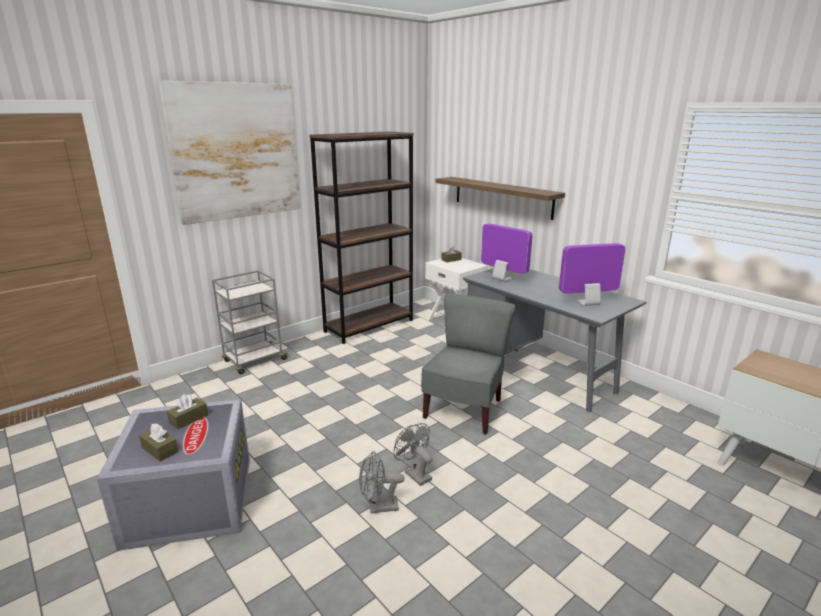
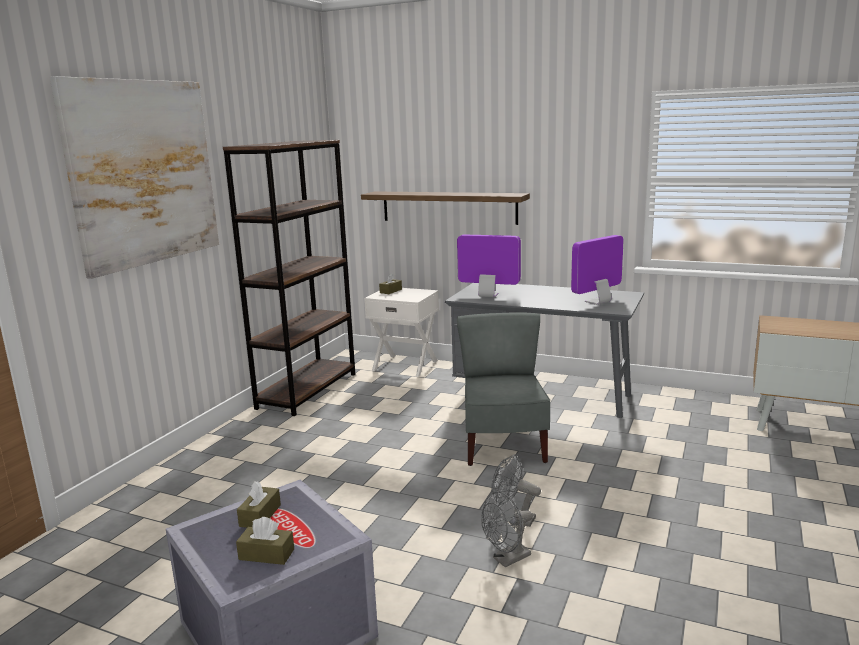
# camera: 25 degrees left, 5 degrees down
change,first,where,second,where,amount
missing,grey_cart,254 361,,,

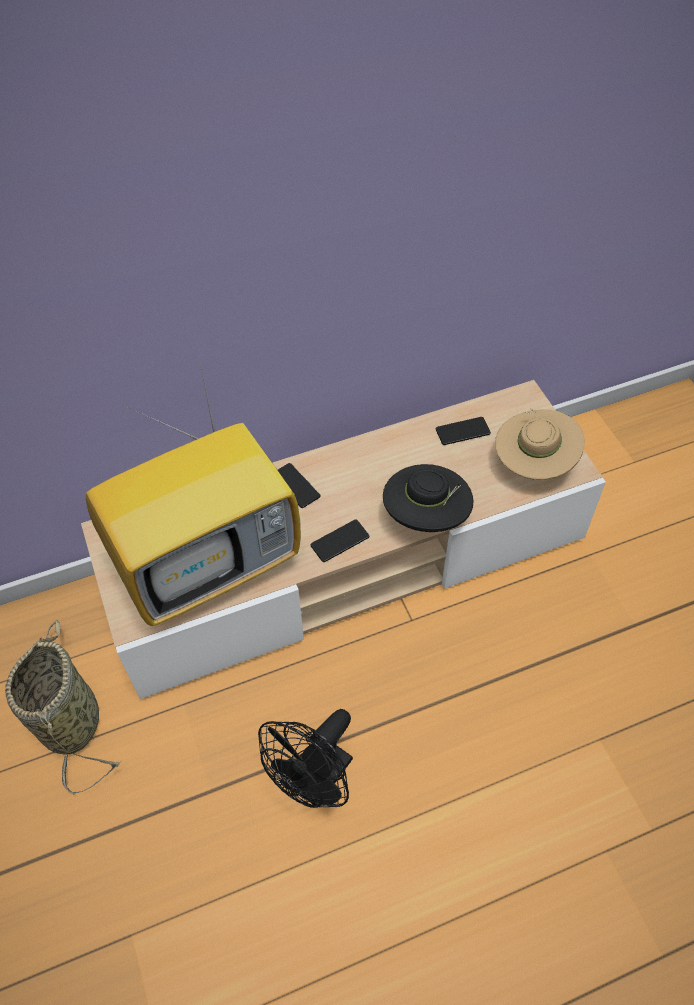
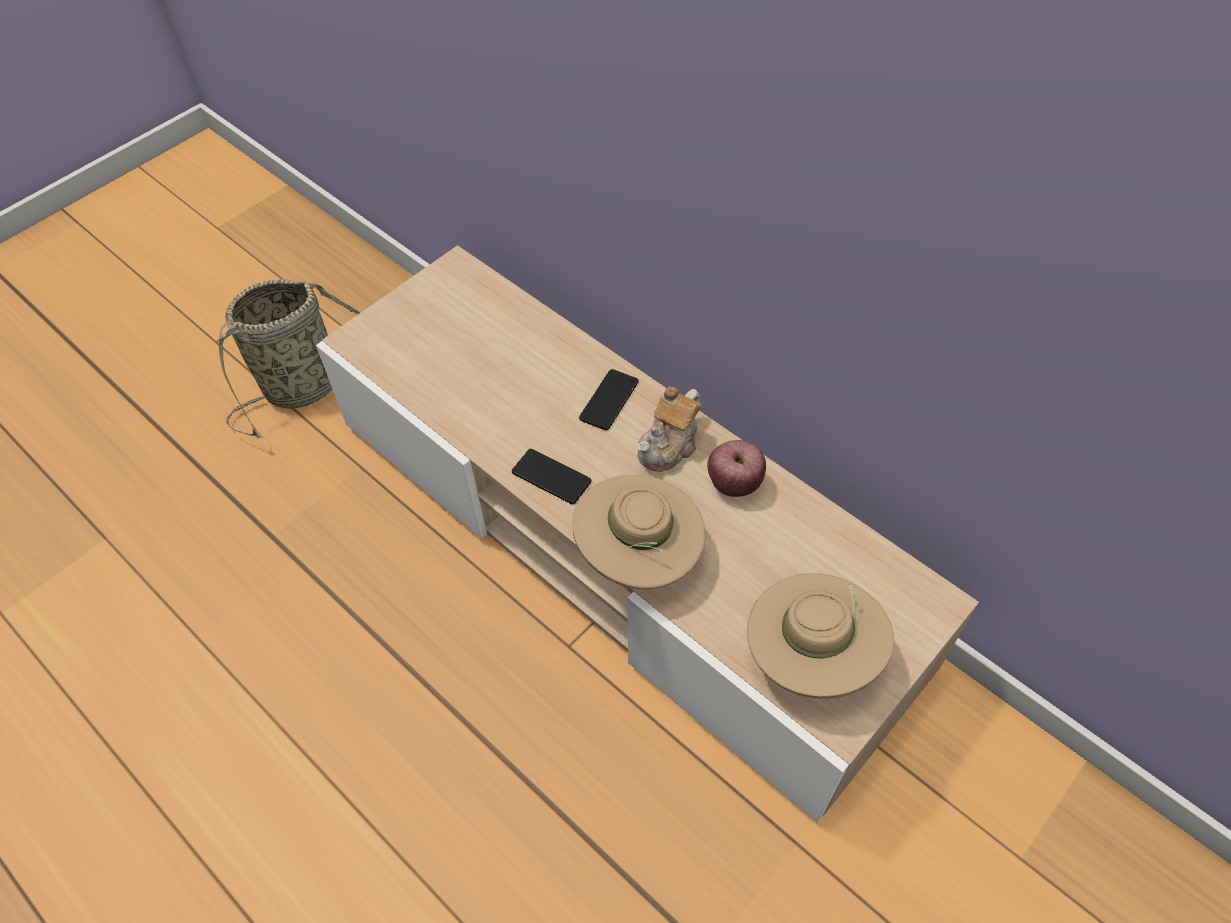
# camera: 65 degrees right, 0 degrees up
change,first,where,second,where,amount
missing,television,210 561,,,
missing,black_fan,315 783,,,
colour,black_hat,426 517,beige_hat,639 555,
missing,phone,462 431,,,
appeared,,,teapot,669 445,
appeared,,,apple,734 483,

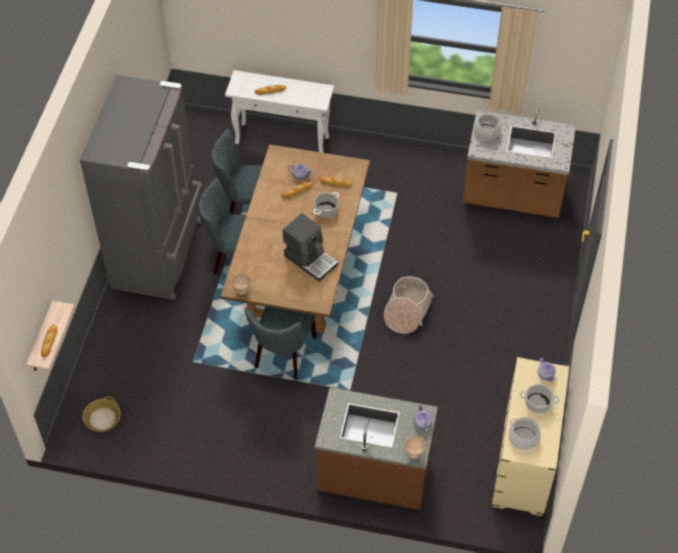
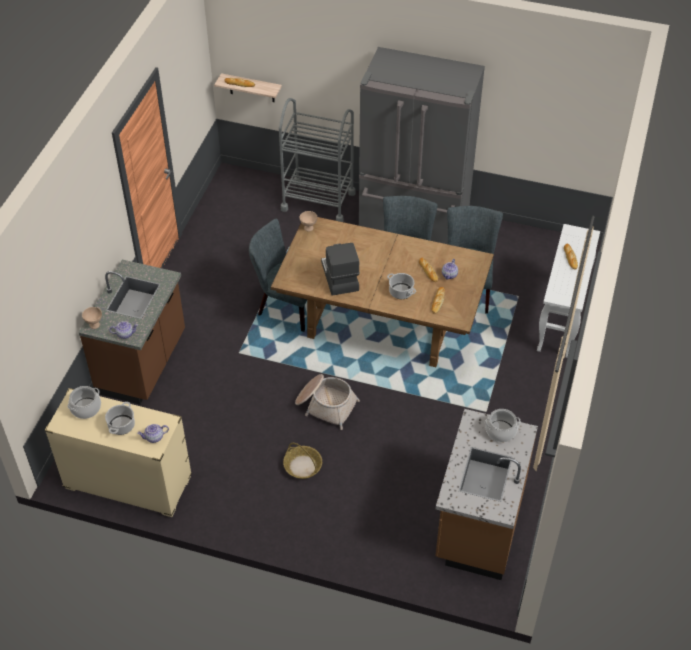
# camera: 95 degrees right, 5 degrees down
change,first,where,second,where,amount
relocated,basket,102 419,,302 466,
spun,coffee_machine,310 259,,339 277,120 degrees clockwise
appeared,,,grey_cart,318 201,

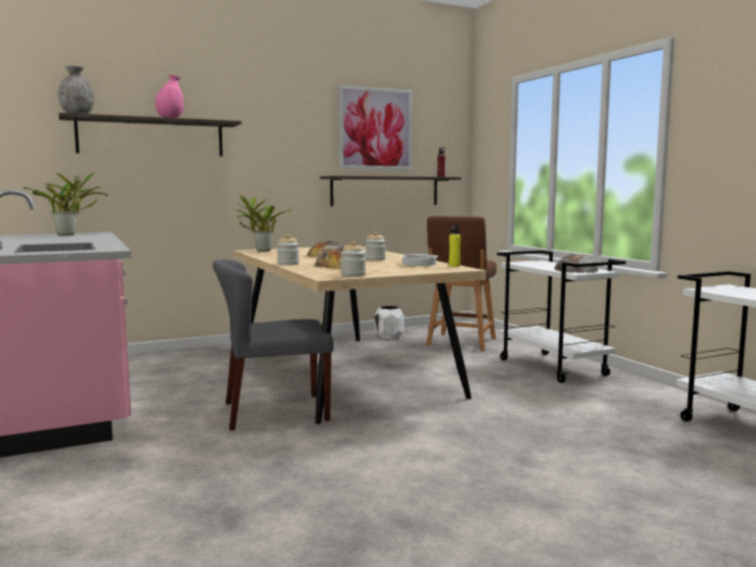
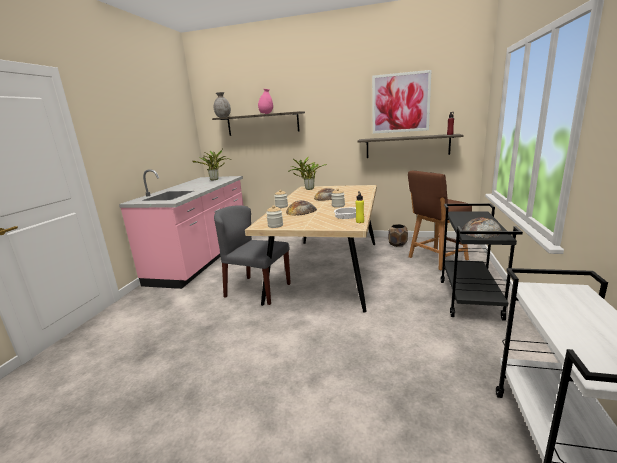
# camera: 40 degrees right, 10 degrees up
change,first,where,second,where,amount
colour,white_planter,389 336,brown_planter,397 244,
colour,white_cart,554 367,black_cart,470 299,

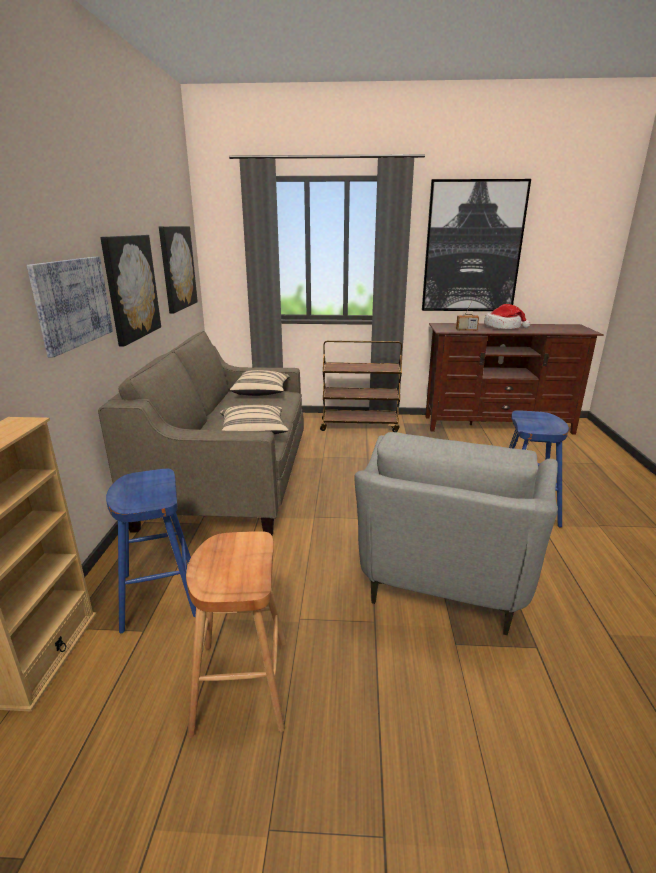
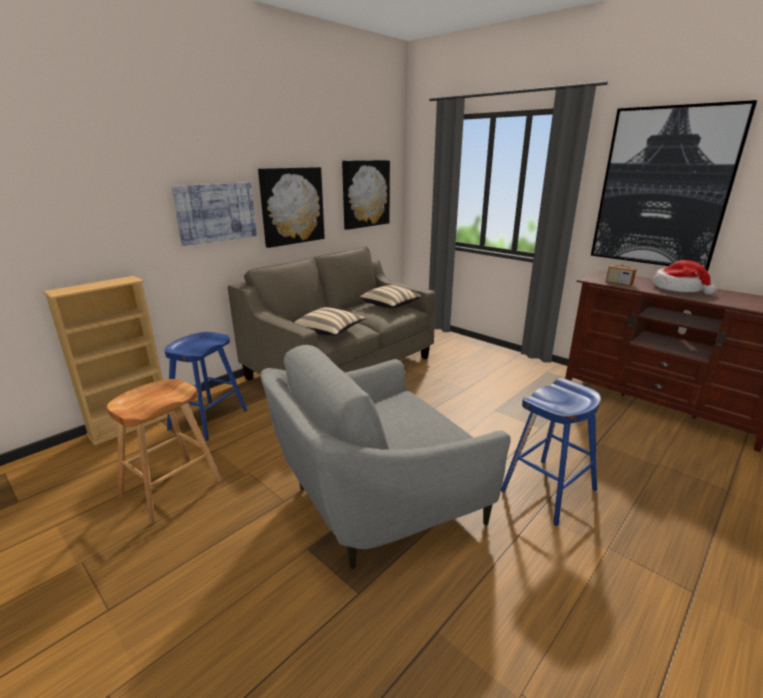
# camera: 40 degrees right, 0 degrees up
change,first,where,second,where,amount
missing,brown_cart,360 425,,,

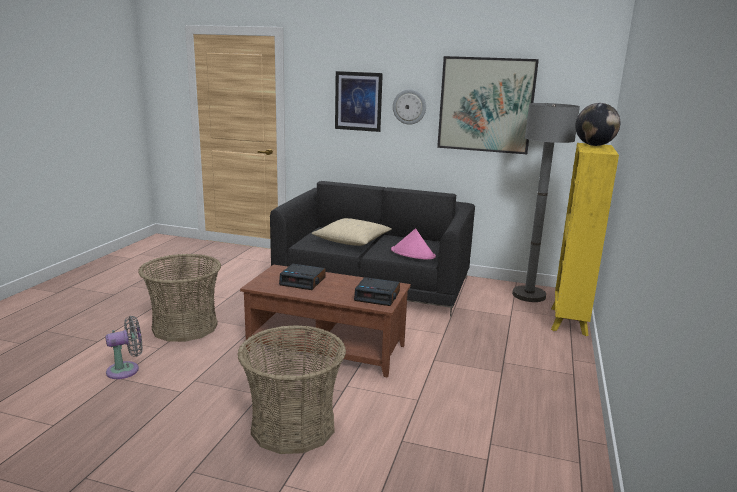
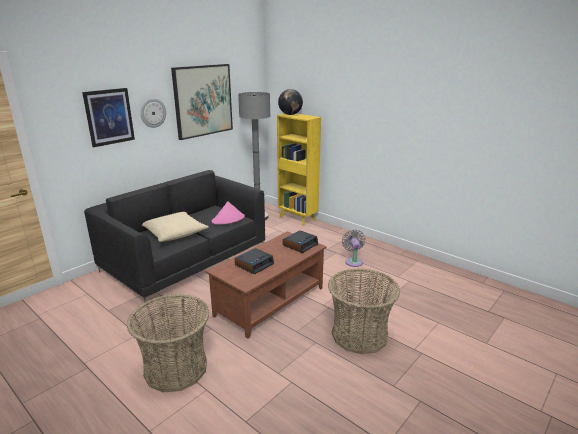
# camera: 65 degrees left, 5 degrees up
change,first,where,second,where,amount
relocated,grey_fan,126 370,,353 261,

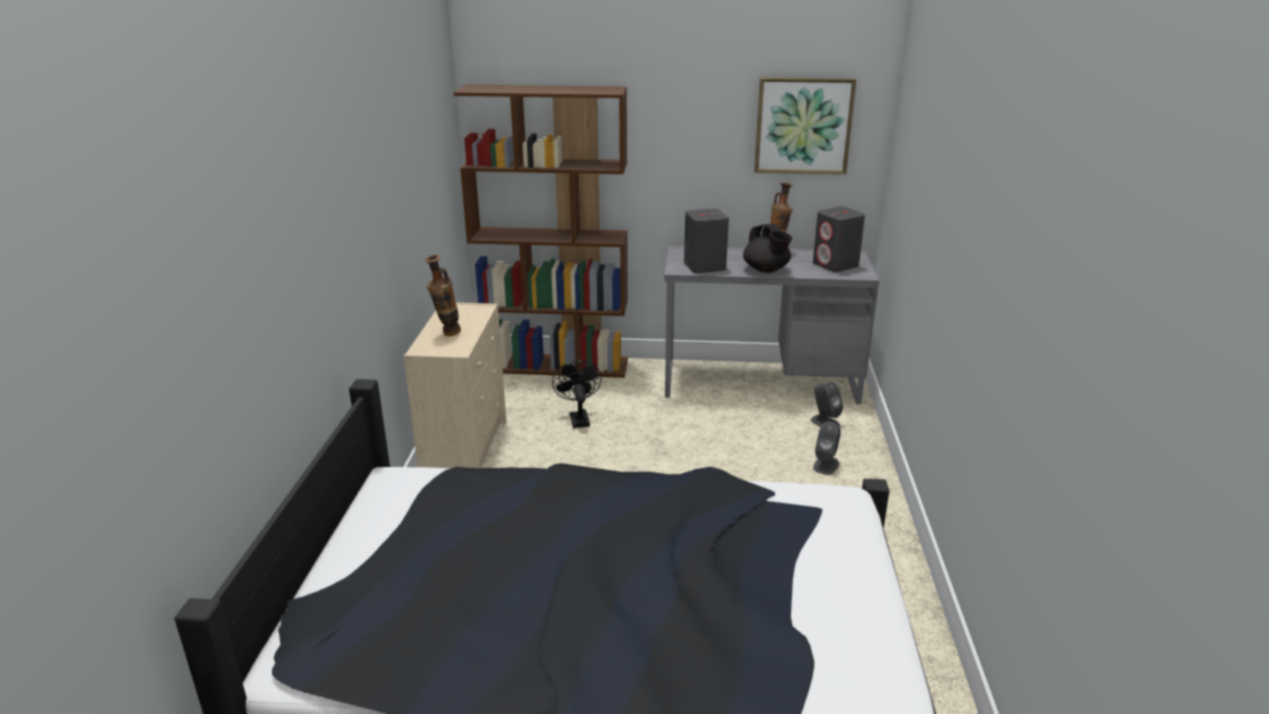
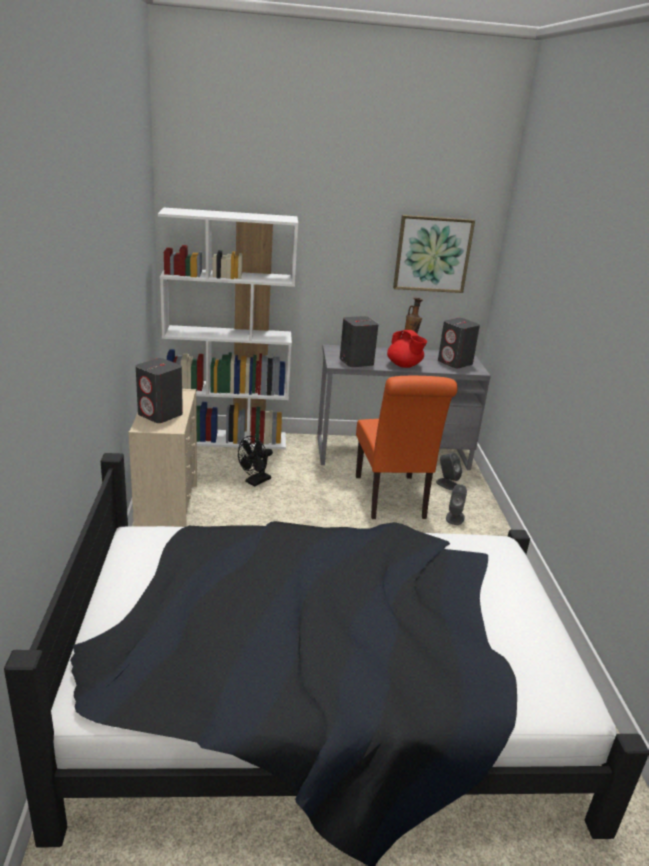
# camera: 10 degrees left, 0 degrees up
change,first,where,second,where,amount
exchanged,vase,447 334,grey_speaker,160 414,
colour,brown_bookcase,555 365,white_bookcase,227 439,
spun,black_fan,578 418,,255 482,120 degrees counterclockwise
colour,black_teapot,766 270,red_teapot,404 365,
appeared,,,orange_chair,392 500,

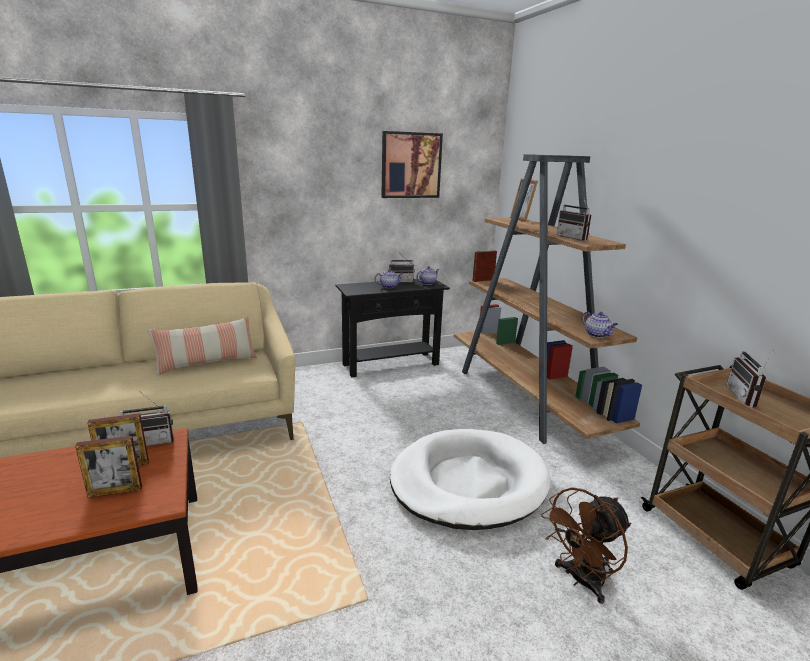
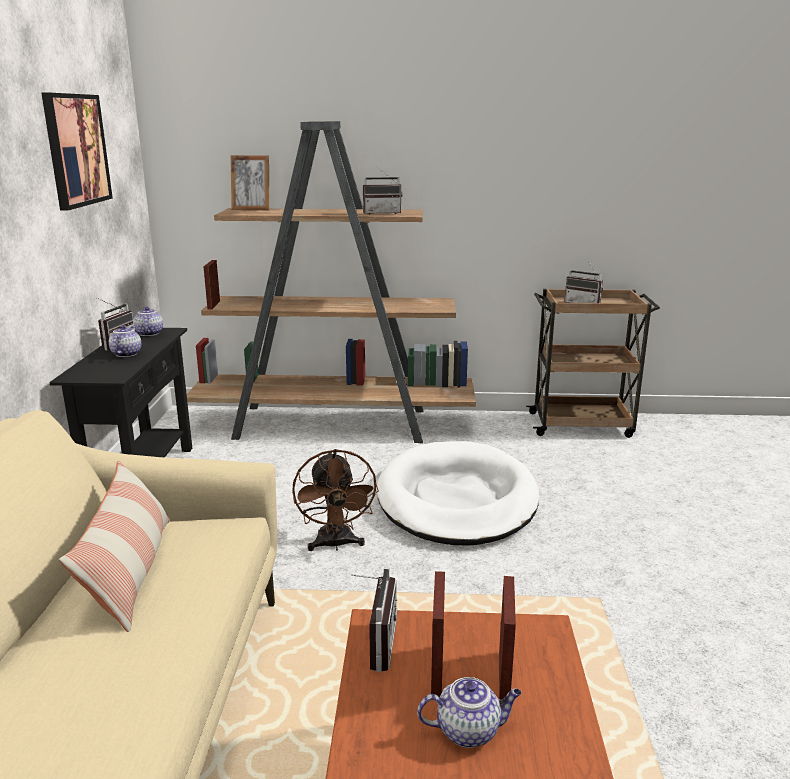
# camera: 65 degrees left, 0 degrees up
change,first,where,second,where,amount
relocated,brown_fan,580 580,,335 544,
relocated,teapot,597 335,,469 730,

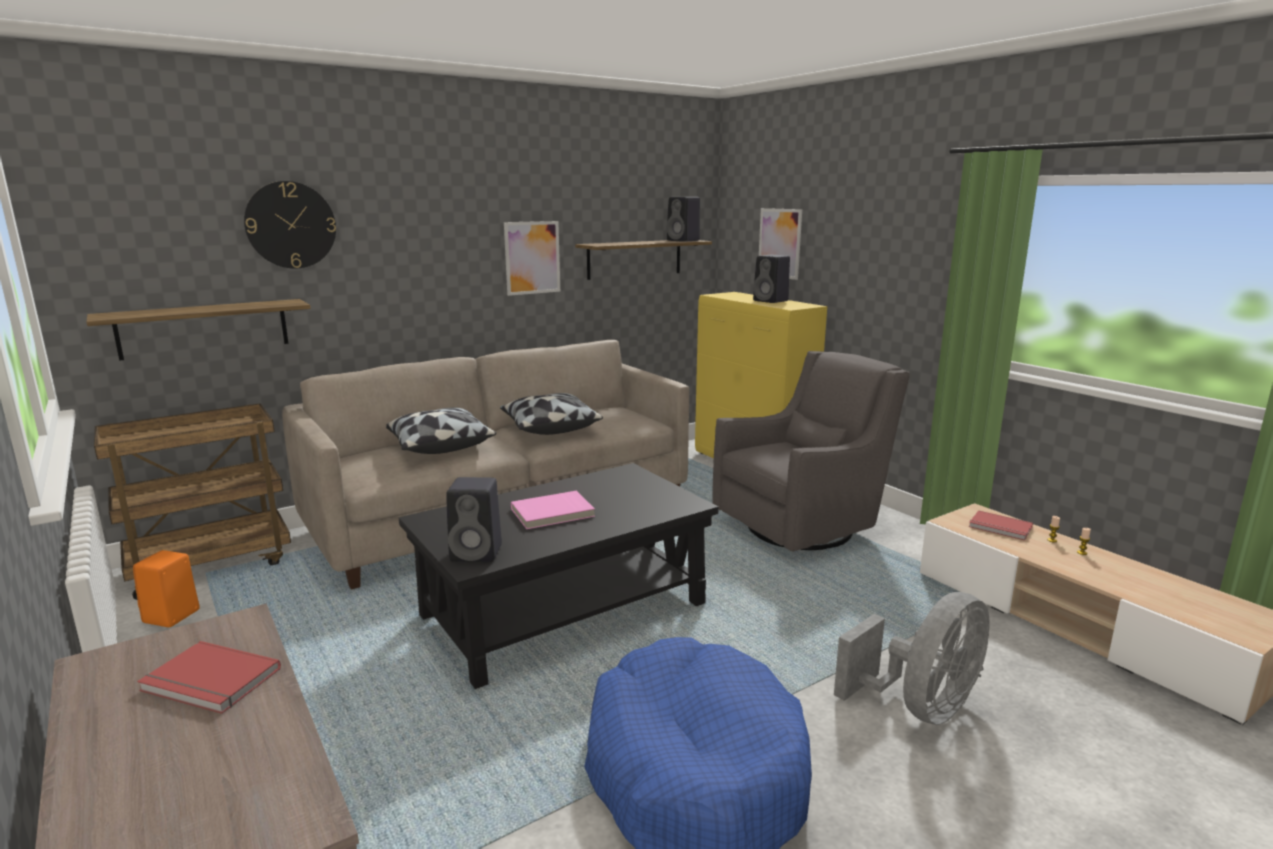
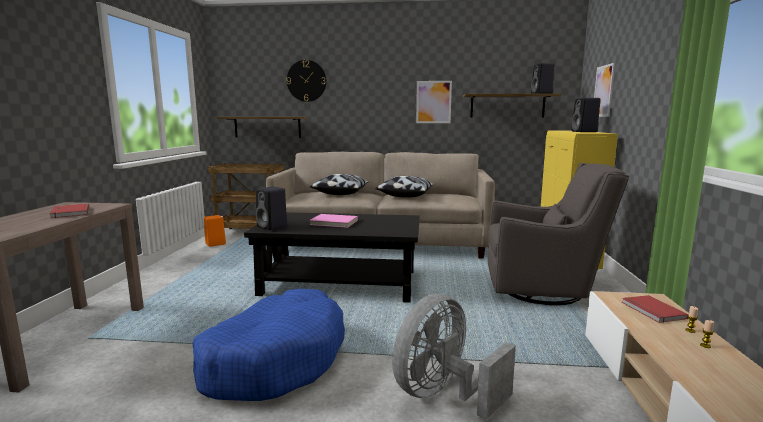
# camera: 40 degrees right, 5 degrees down
change,first,where,second,where,amount
spun,grey_fan,921 708,,443 394,135 degrees clockwise

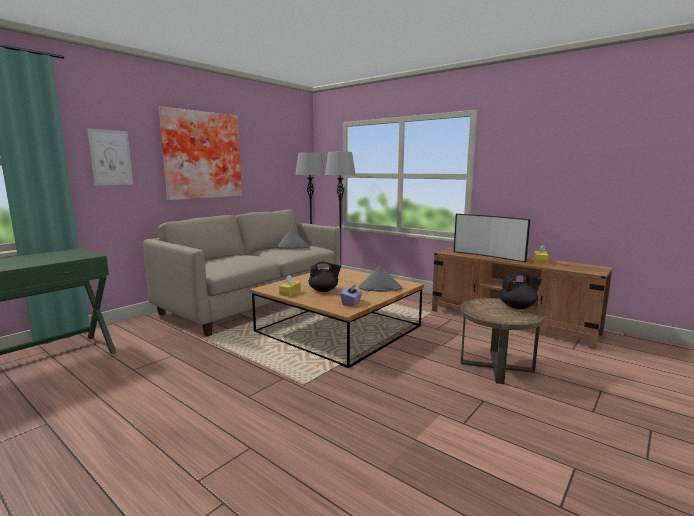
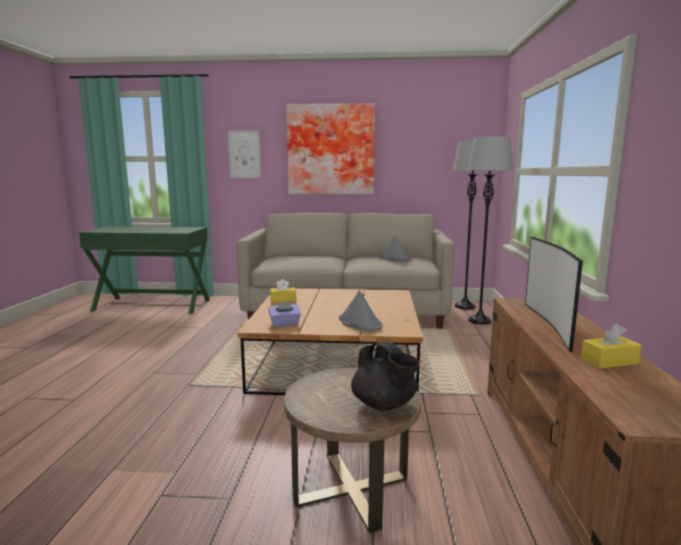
# camera: 55 degrees right, 0 degrees up
change,first,where,second,where,amount
missing,black_teapot,324 290,,,

